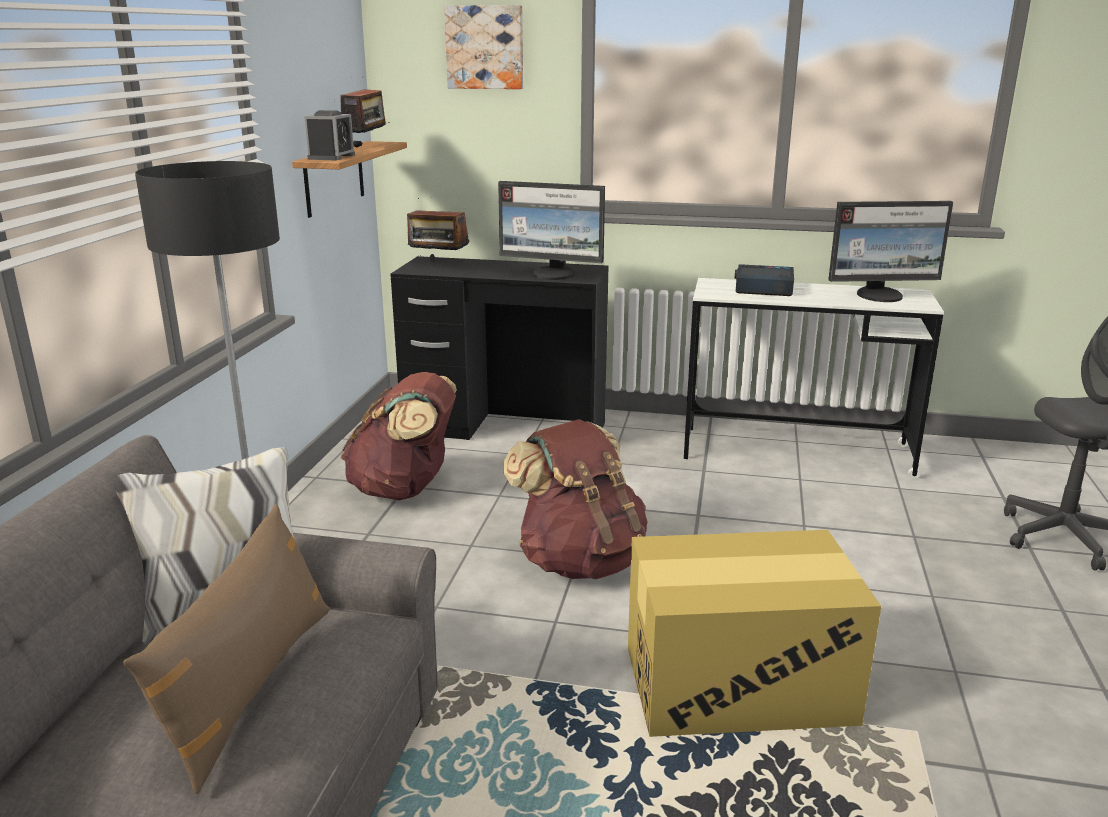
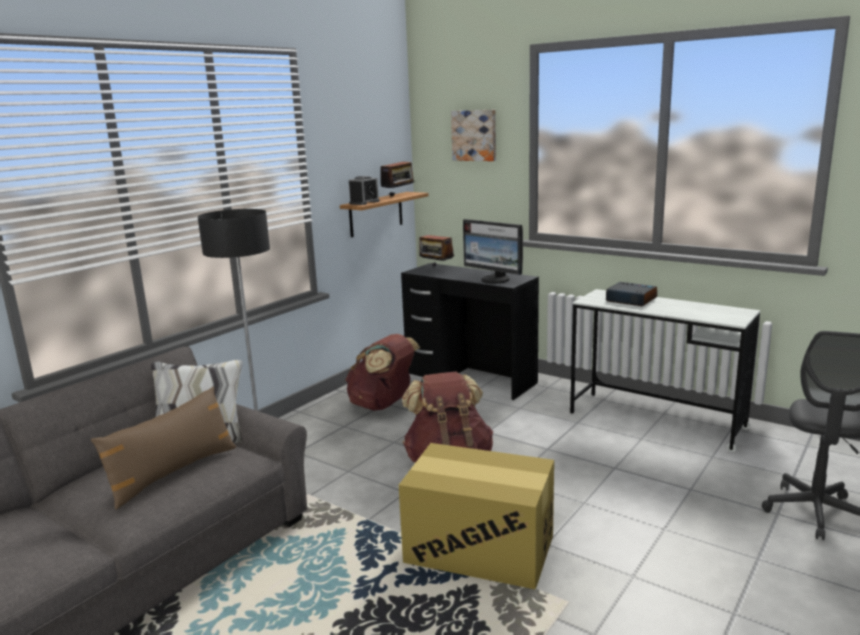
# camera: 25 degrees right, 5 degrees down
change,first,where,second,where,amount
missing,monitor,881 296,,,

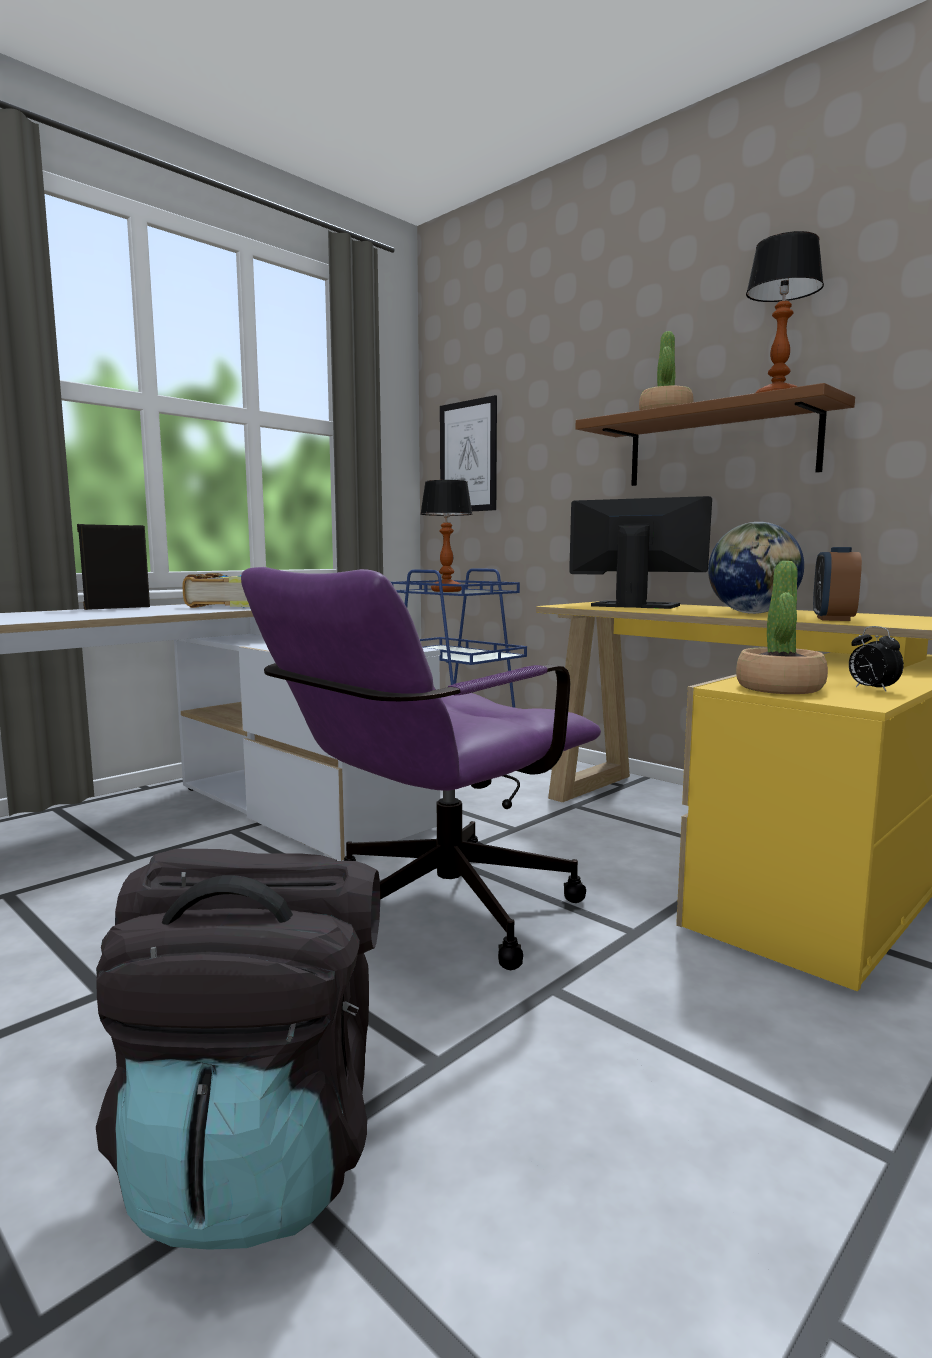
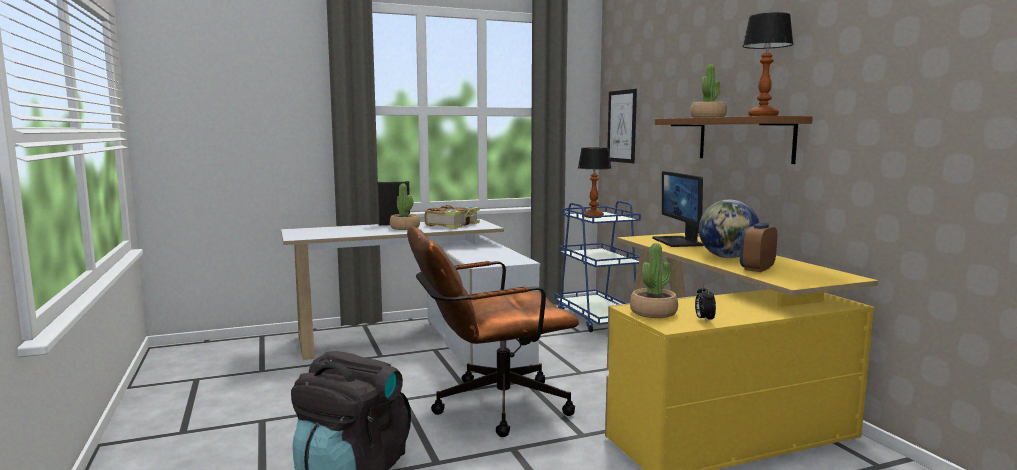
# camera: 25 degrees right, 0 degrees up
change,first,where,second,where,amount
colour,purple_office_chair,428 914,brown_office_chair,489 406,
spun,monitor,634 606,,678 242,150 degrees counterclockwise
appeared,,,potted_plant,405 228,

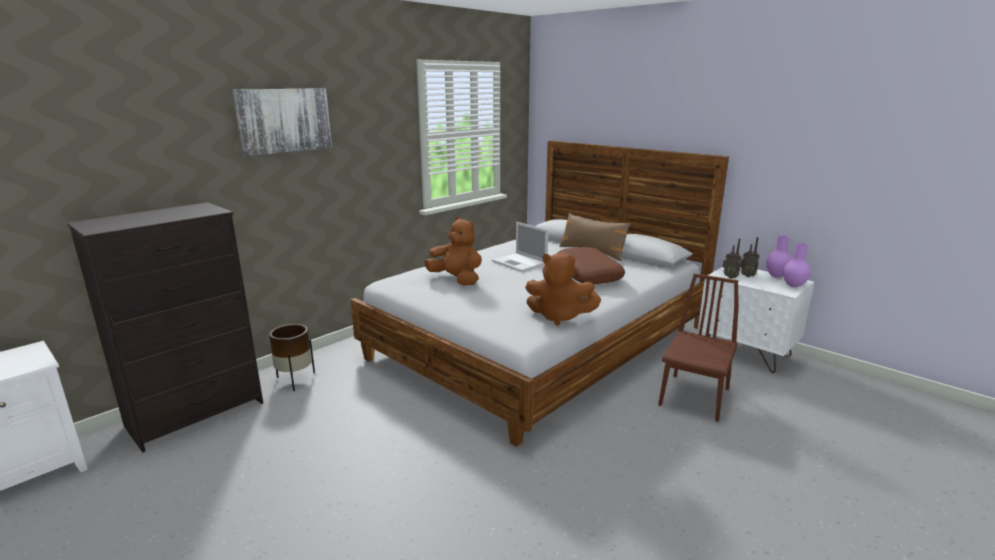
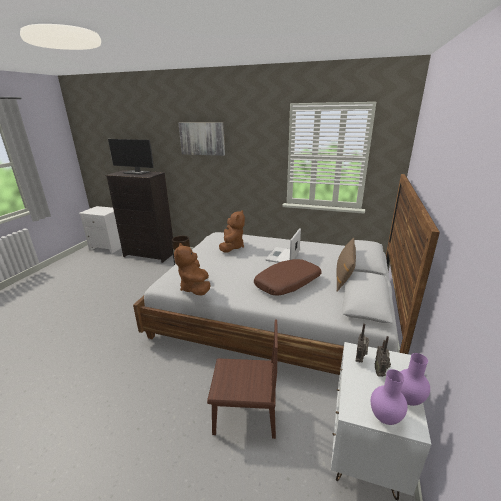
# camera: 65 degrees right, 5 degrees up
change,first,where,second,where,amount
appeared,,,monitor,137 172,

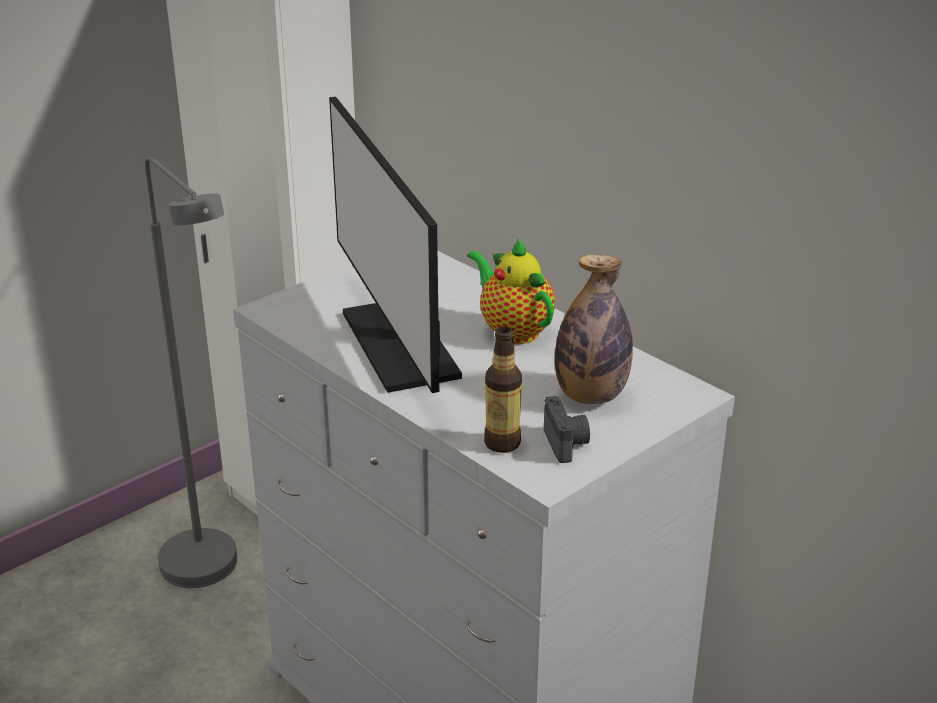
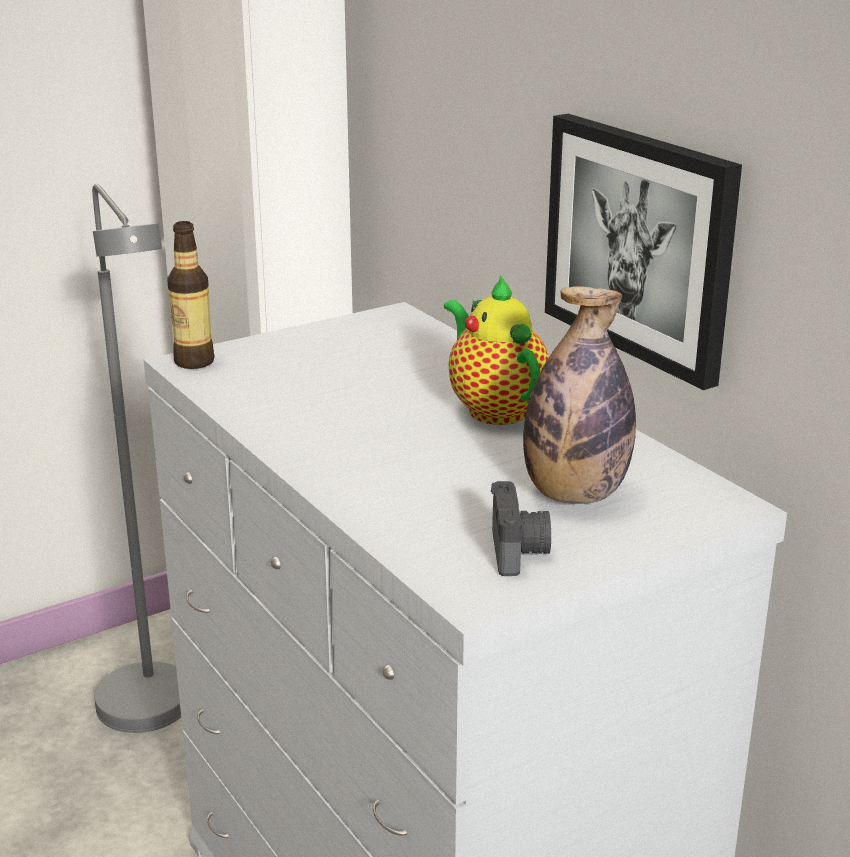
# camera: 10 degrees right, 5 degrees down
change,first,where,second,where,amount
missing,monitor,400 345,,,
relocated,bottle,502 443,,194 362,
appeared,,,picture,640 244,

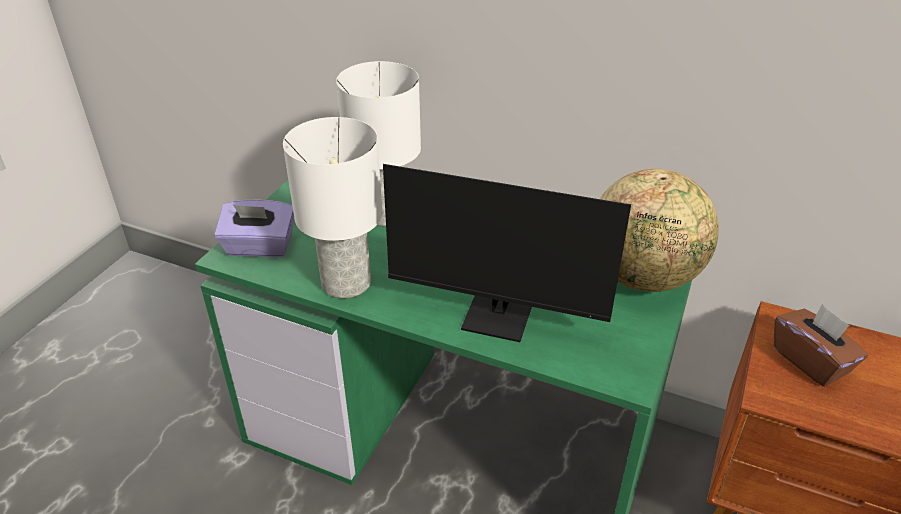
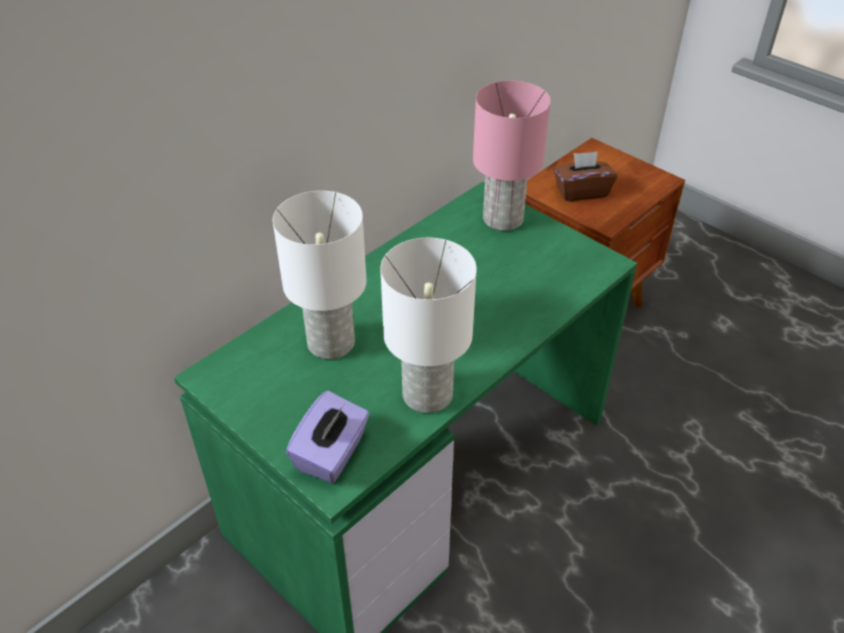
# camera: 70 degrees left, 5 degrees up
change,first,where,second,where,amount
missing,monitor,508 320,,,
exchanged,globe,644 277,pink_table_lamp,503 218,

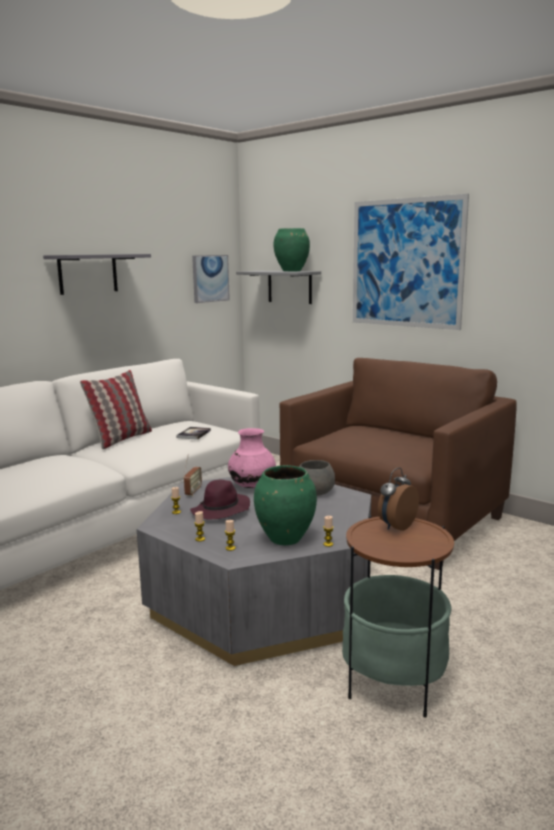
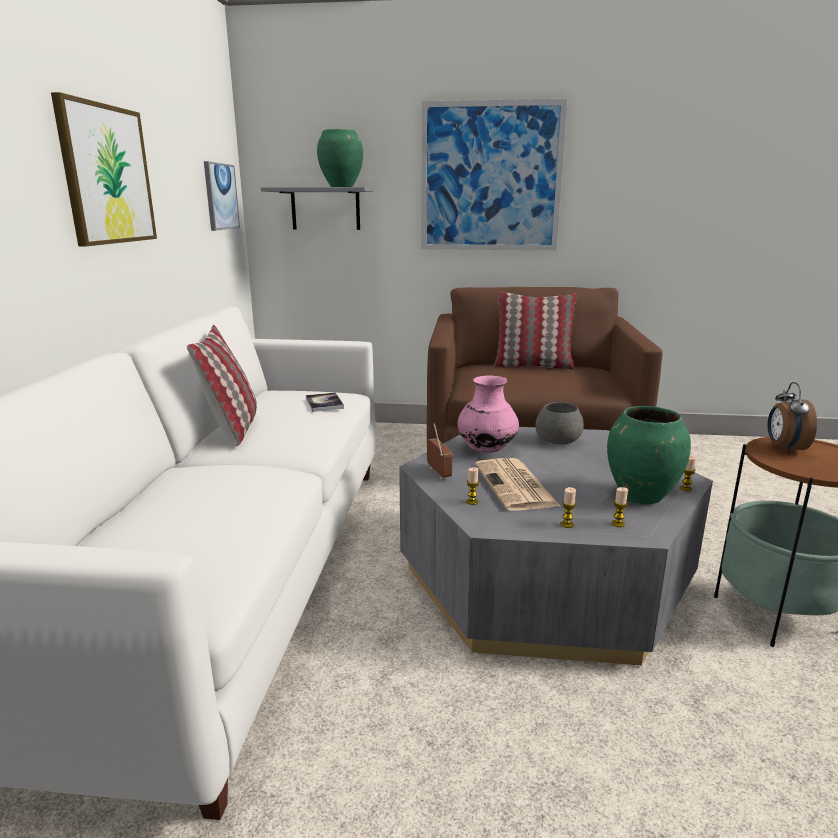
# camera: 35 degrees left, 5 degrees up
change,first,where,second,where,amount
exchanged,grey_shelf,88 273,picture,107 175,
exchanged,purple_hat,221 511,newspaper,516 486,
appeared,,,pillow,532 365,

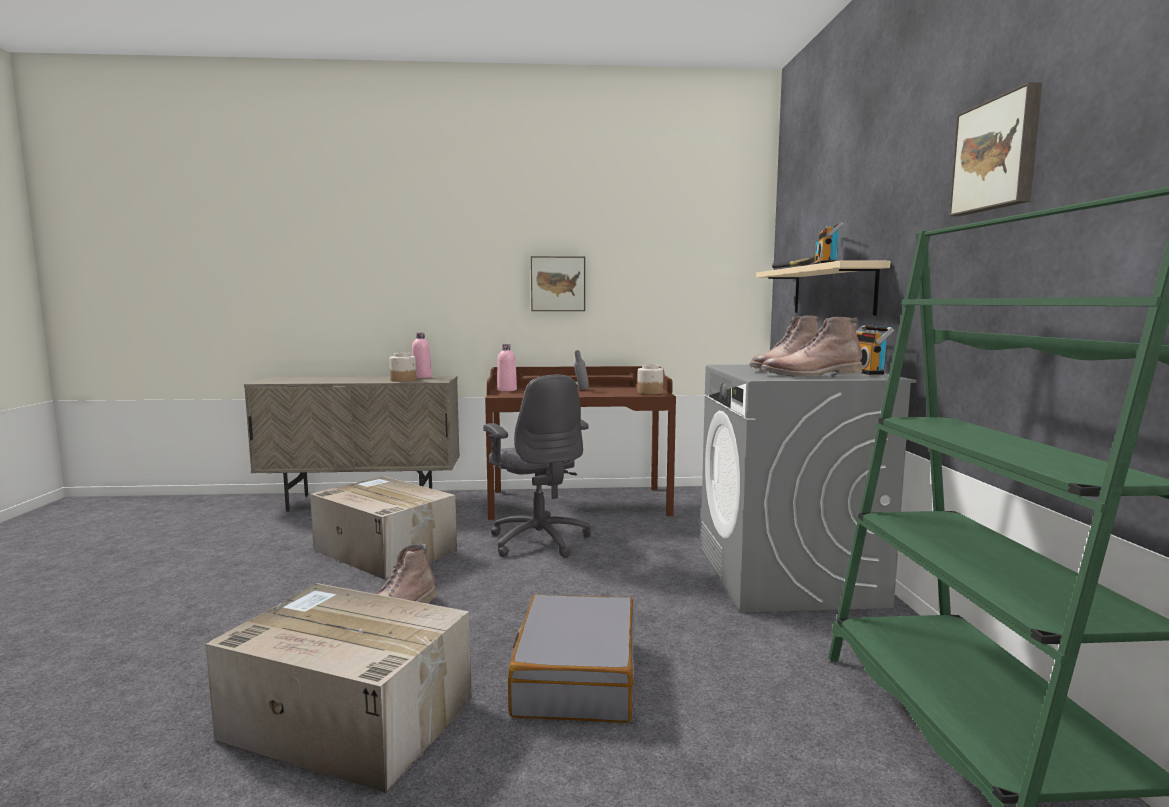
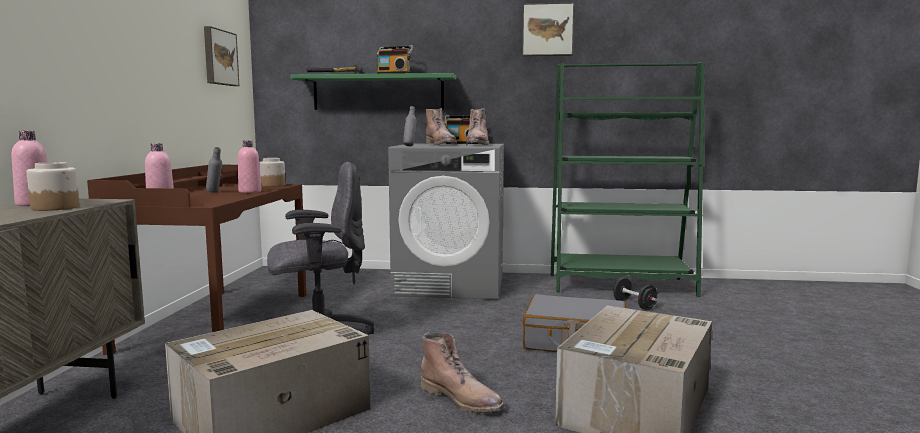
# camera: 80 degrees left, 0 degrees up
change,first,where,second,where,amount
relocated,picture,558 284,,219 57,
colour,beige_shelf,832 290,green_shelf,378 92,
appeared,,,pink_bottle,250 191,
appeared,,,grey_bottle,410 146,
appeared,,,black_dumbbell,634 305,

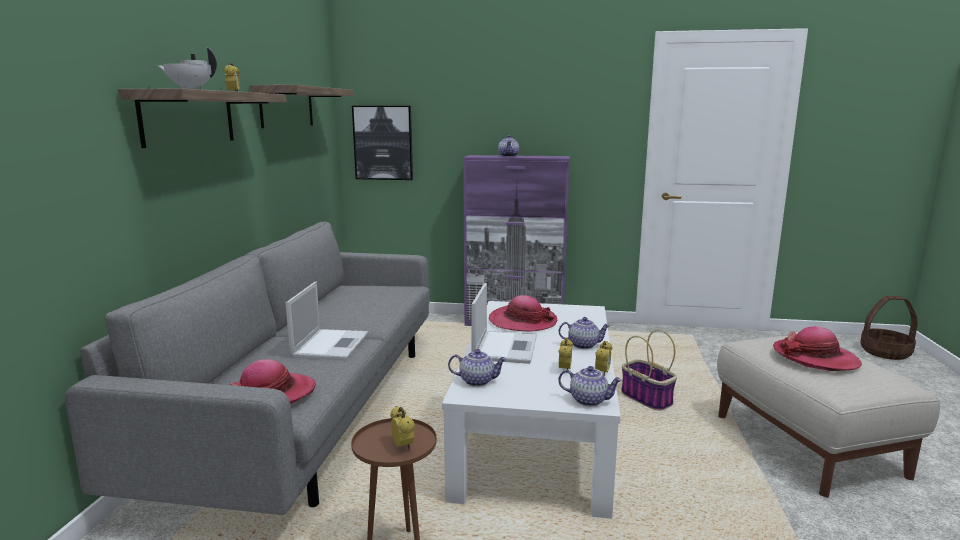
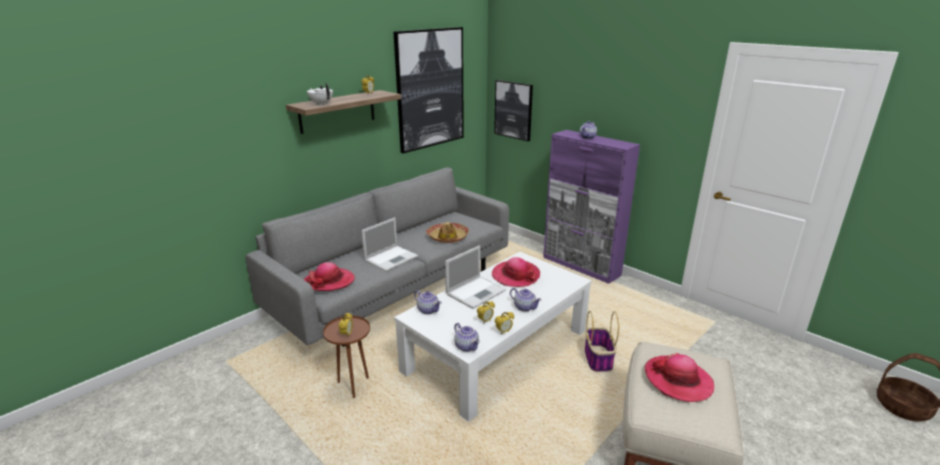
# camera: 35 degrees right, 10 degrees up
change,first,where,second,where,amount
exchanged,shelf,287 107,picture,430 89,
appeared,,,hat,447 237,

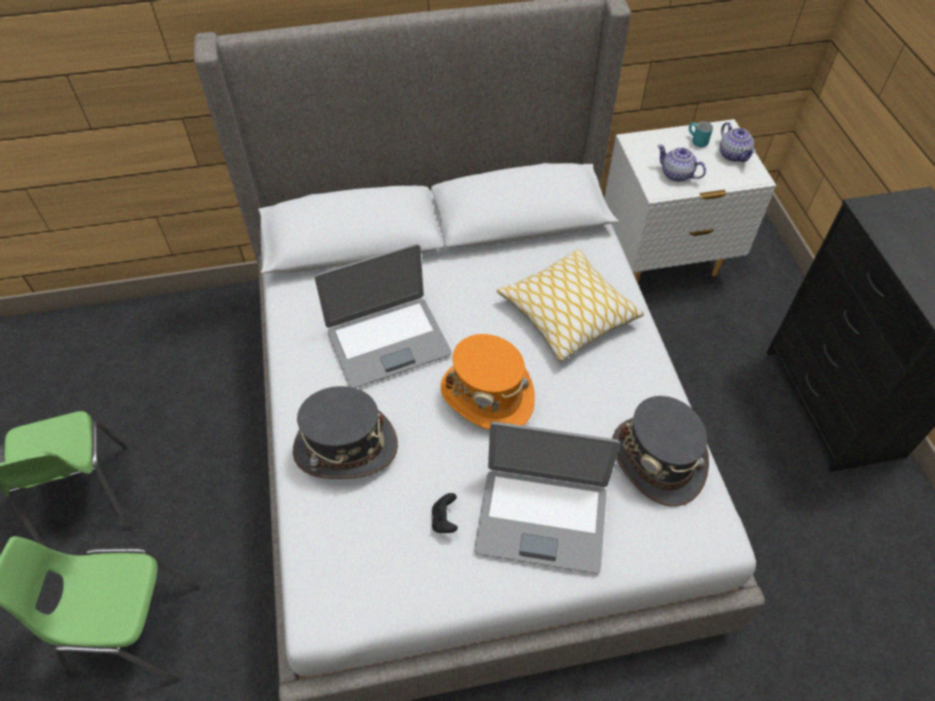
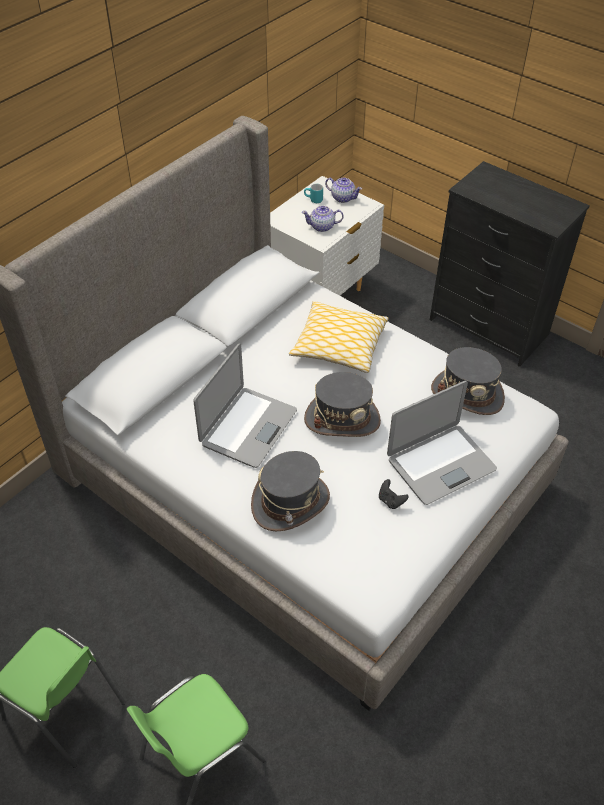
# camera: 40 degrees left, 5 degrees down
change,first,where,second,where,amount
colour,orange_hat,487 395,grey_hat,342 419,

